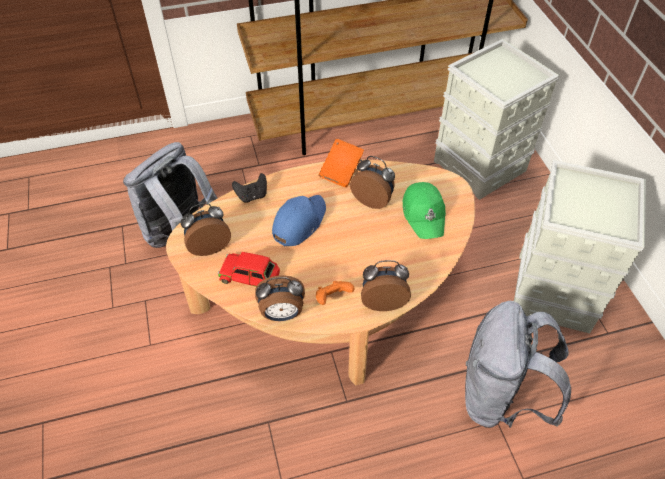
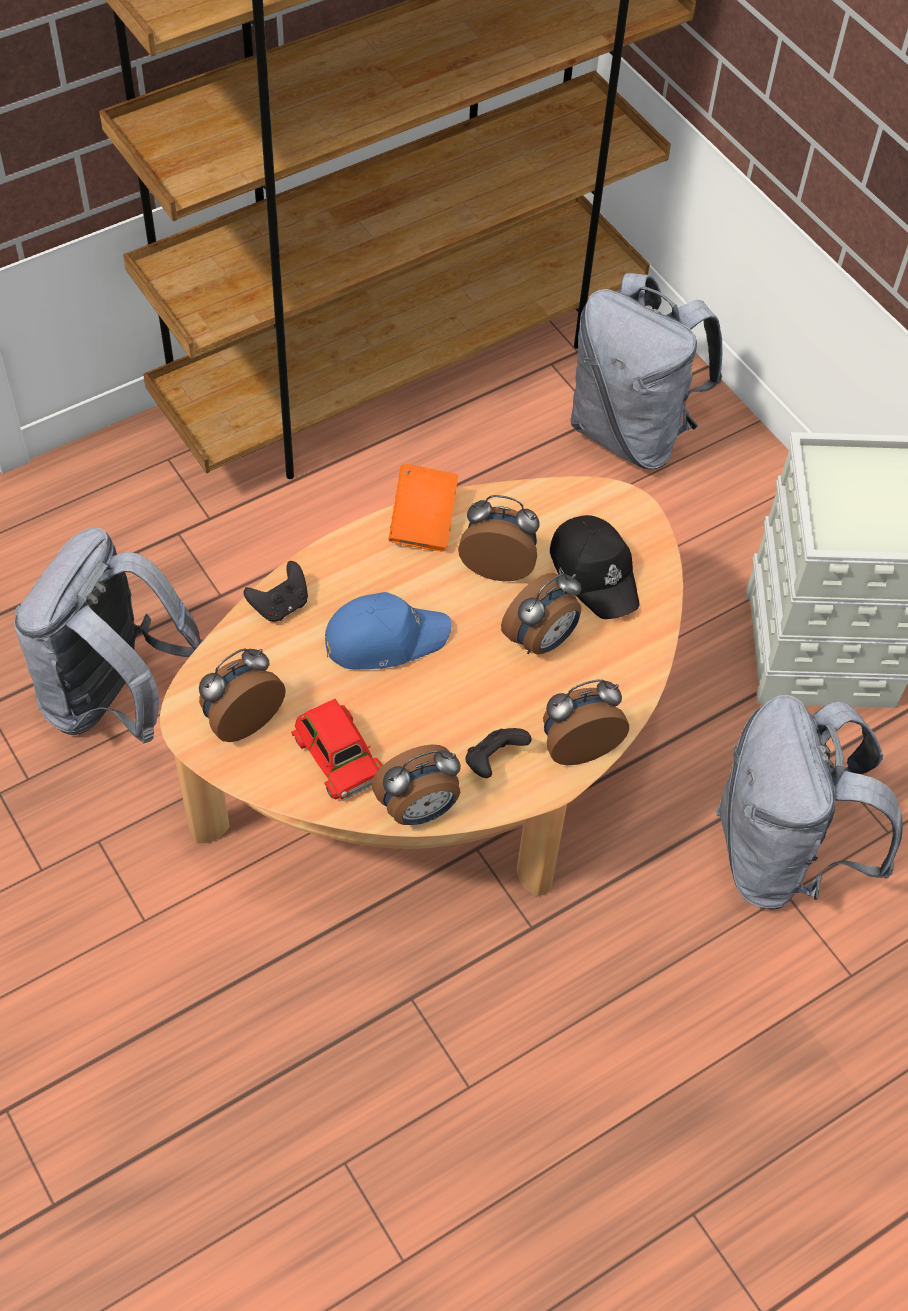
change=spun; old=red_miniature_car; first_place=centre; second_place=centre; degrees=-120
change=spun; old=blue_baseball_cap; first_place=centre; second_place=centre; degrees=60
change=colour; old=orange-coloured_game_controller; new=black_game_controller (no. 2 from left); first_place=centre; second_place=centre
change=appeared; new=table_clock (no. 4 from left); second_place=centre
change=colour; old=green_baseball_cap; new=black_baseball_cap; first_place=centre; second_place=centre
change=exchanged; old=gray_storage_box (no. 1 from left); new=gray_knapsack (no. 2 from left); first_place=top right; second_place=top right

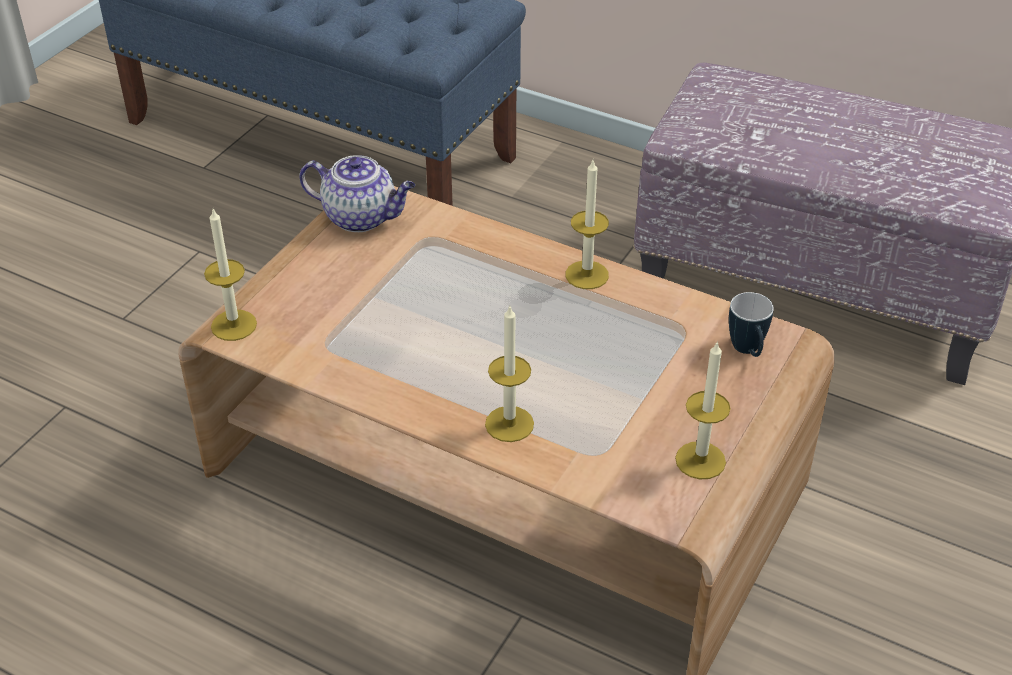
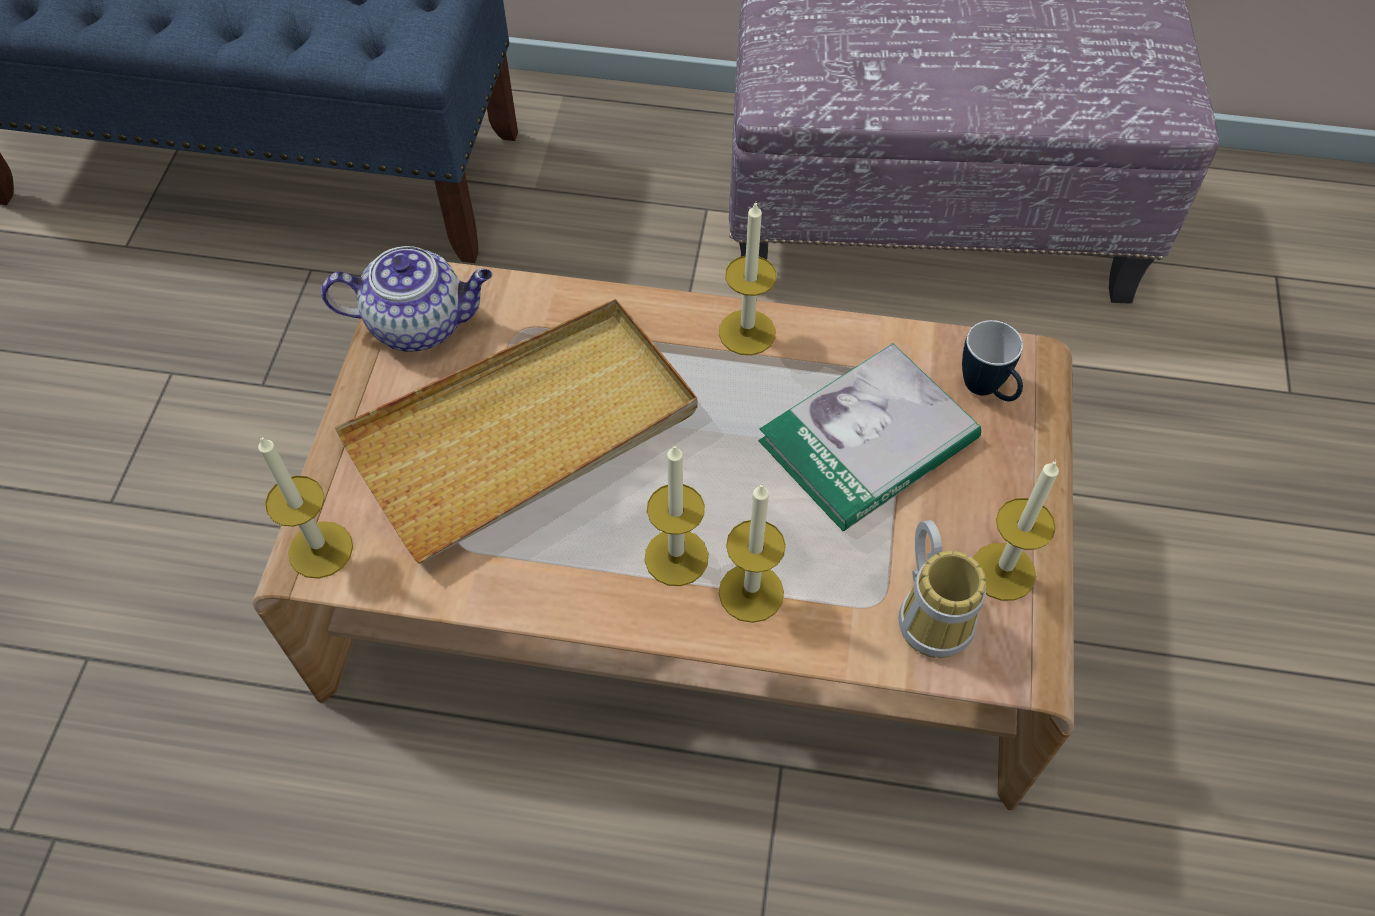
change=appeared; new=beige_serving_tray; second_place=centre
change=appeared; new=wax_candle (no. 2 from left); second_place=centre
change=appeared; new=volume; second_place=centre
change=appeared; new=mug (no. 1 from left); second_place=middle right

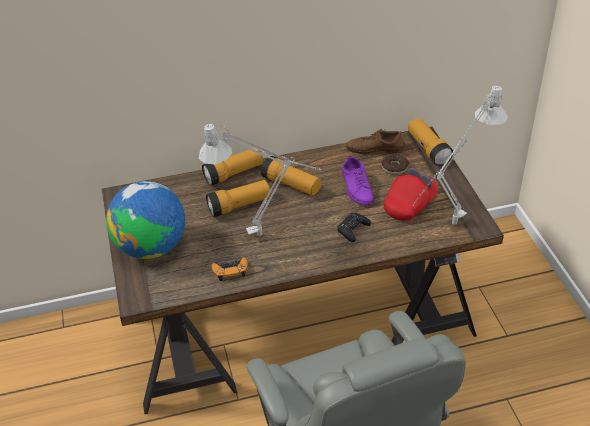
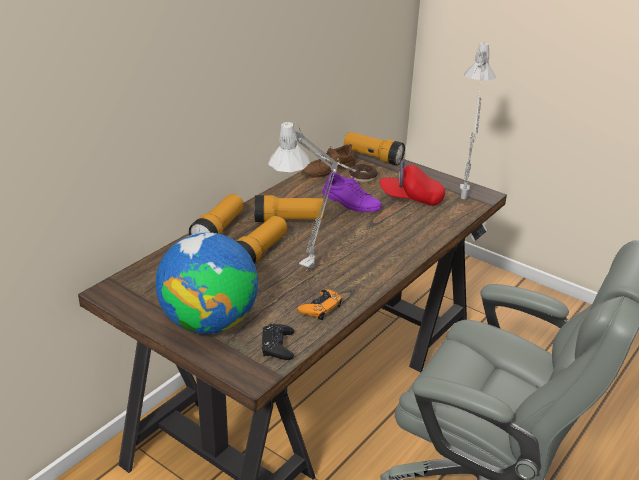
change=relocated; old=black_game_controller; first_place=centre; second_place=bottom centre
change=spun; old=red_baseball_cap; first_place=middle right; second_place=centre; degrees=-90

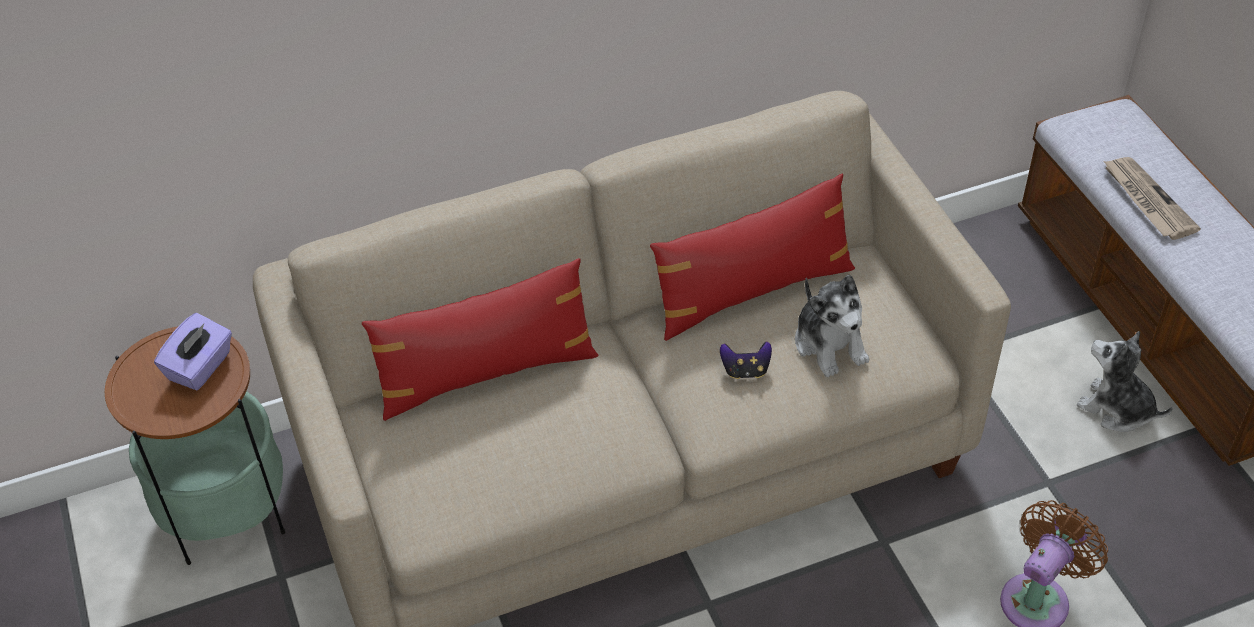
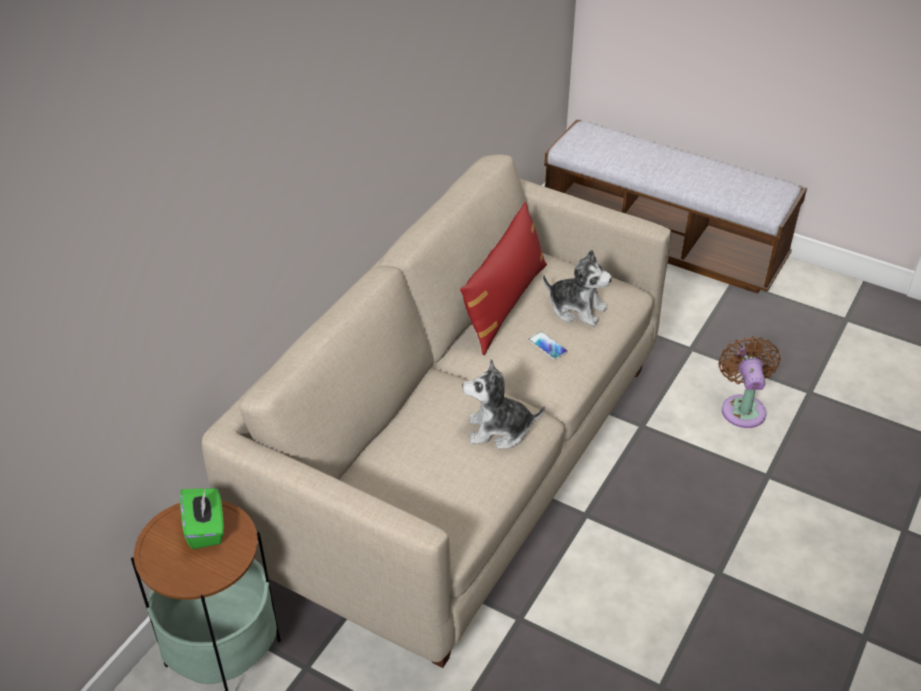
change=colour; old=purplish_tissue_holder; new=green_tissue_holder; first_place=middle left; second_place=bottom left
change=relocated; old=cuddly_toy (no. 2 from left in the first image); new=cuddly_toy (no. 1 from left); first_place=middle right; second_place=centre
change=exchanged; old=game_controller; new=handset; first_place=centre; second_place=centre
change=missing; old=red_throw_pillow (no. 1 from left); first_place=centre
change=missing; old=printed_paper; first_place=top right

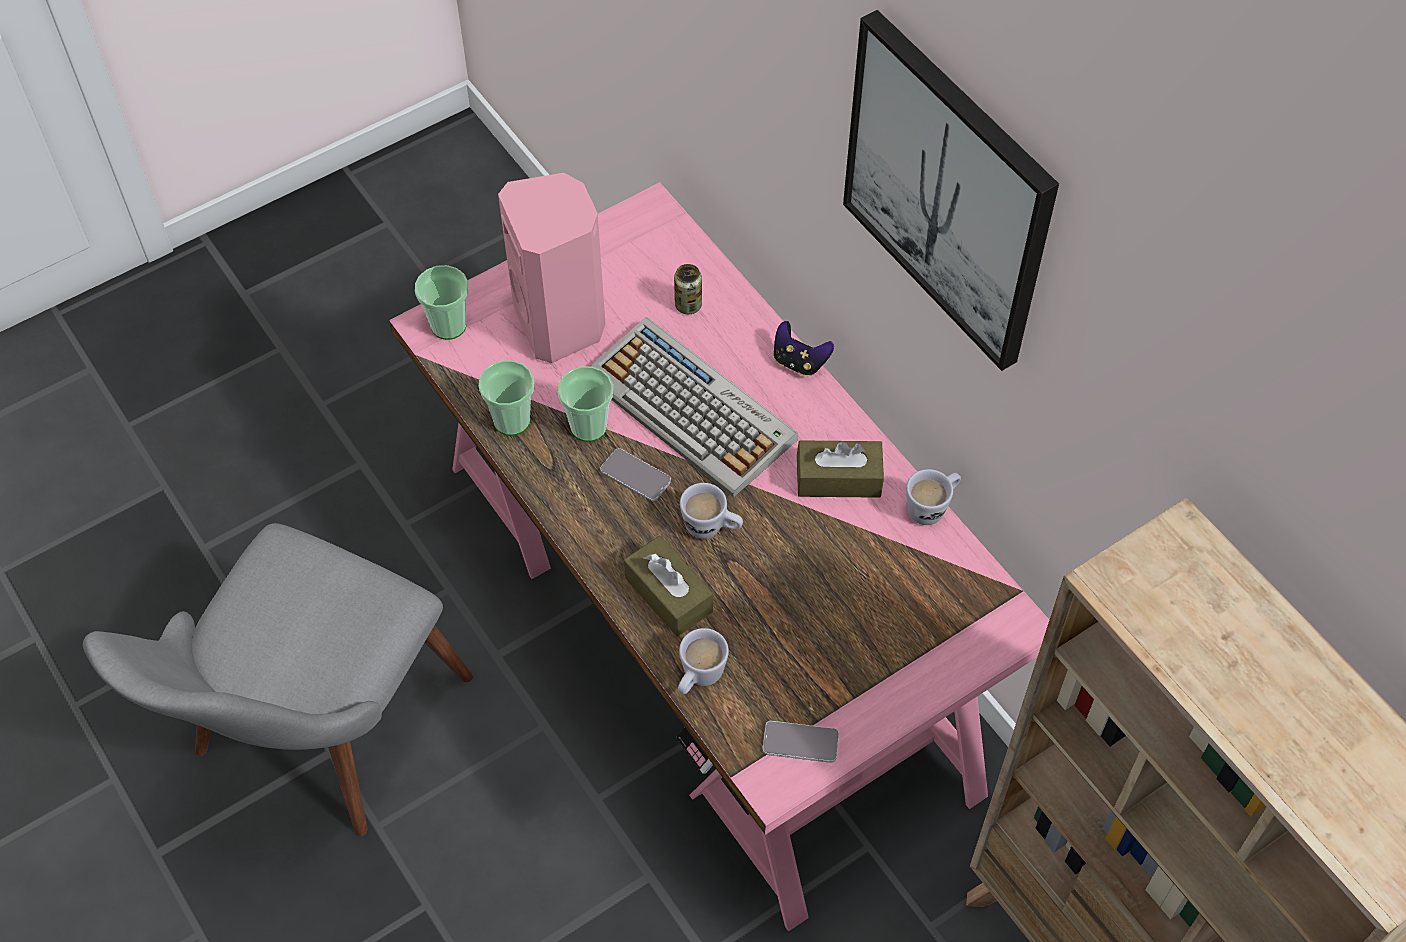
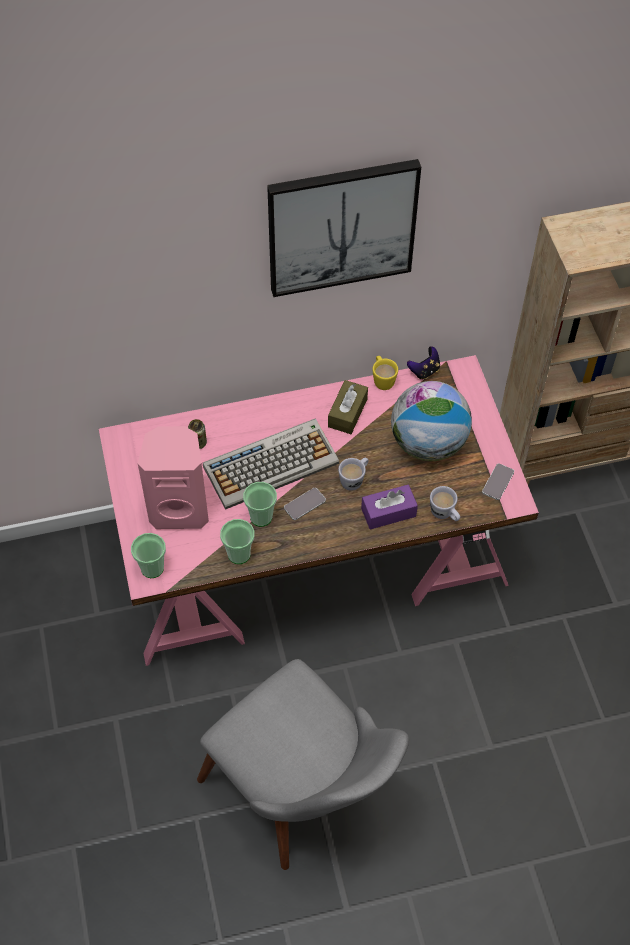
change=colour; old=brown_tissue_holder (no. 1 from left); new=purplish_tissue_holder; first_place=centre; second_place=centre
change=colour; old=white-coloured_mug (no. 3 from left); new=yellow_mug; first_place=centre; second_place=centre
change=appeared; new=desk_globe; second_place=middle right
change=relocated; old=game_controller; first_place=centre; second_place=middle right

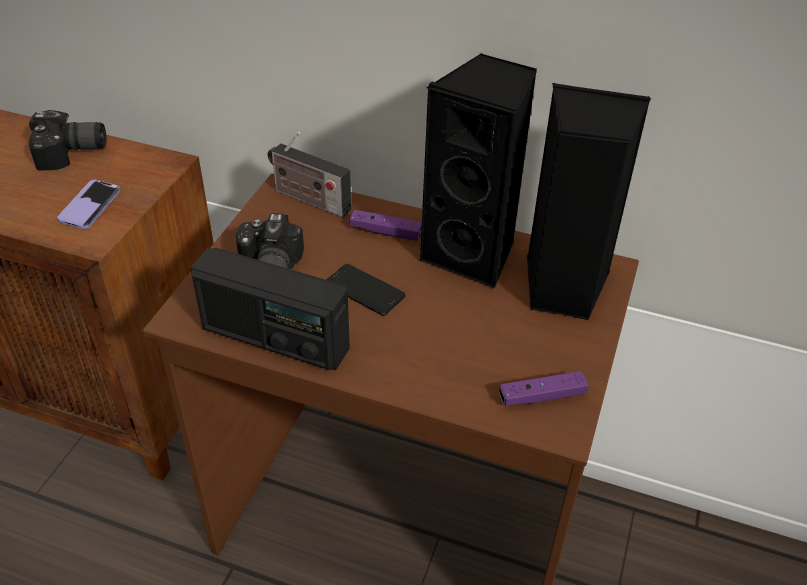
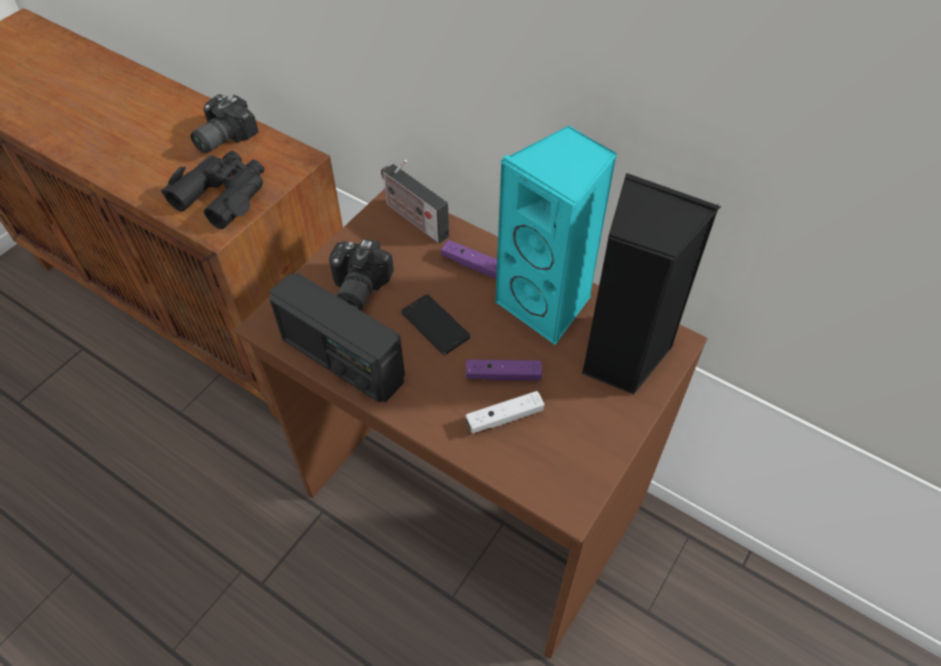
change=exchanged; old=handset (no. 1 from left); new=black_pair_of_binoculars; first_place=middle left; second_place=top left
change=spun; old=photo_camera (no. 1 from left); first_place=top left; second_place=top left; degrees=120
change=relocated; old=purplish_game_controller (no. 2 from left); first_place=middle right; second_place=centre
change=appeared; new=white-coloured_game_controller; second_place=centre
change=colour; old=black_speaker (no. 1 from left); new=blue-green_speaker; first_place=top centre; second_place=centre

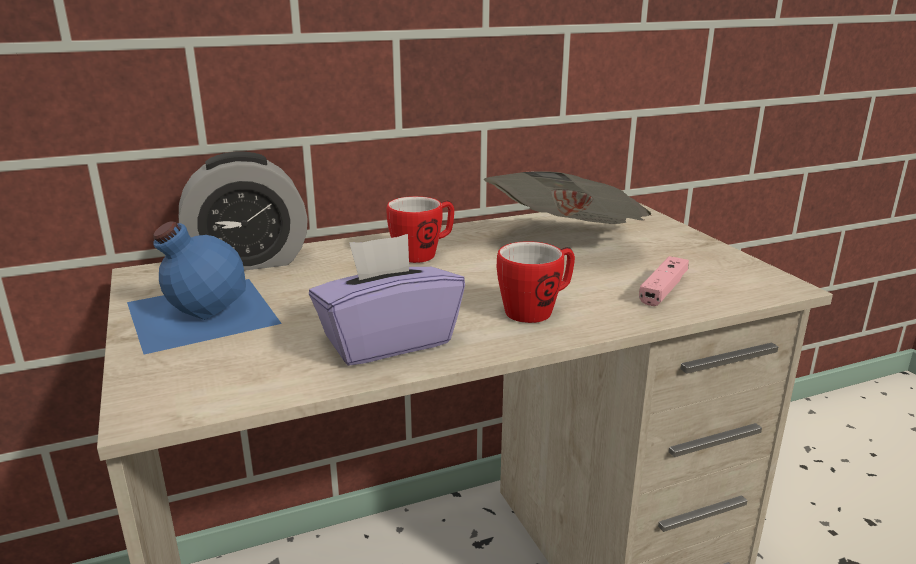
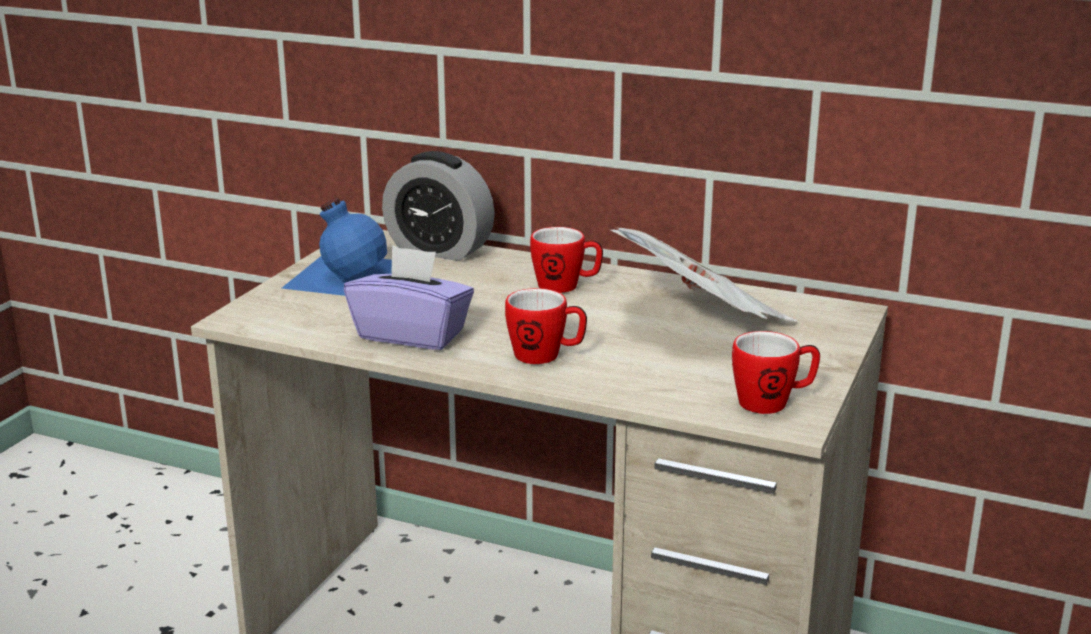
change=appeared; new=mug (no. 3 from left); second_place=middle right
change=missing; old=pink_game_controller; first_place=middle right

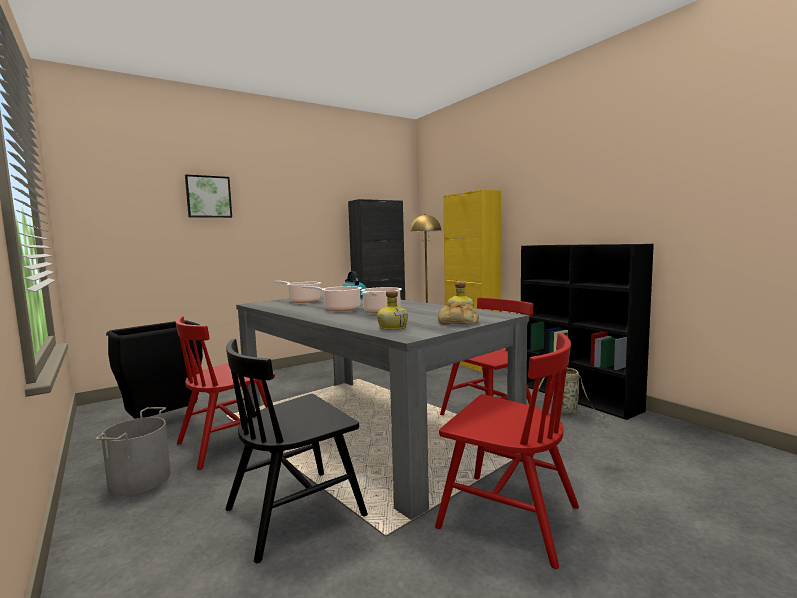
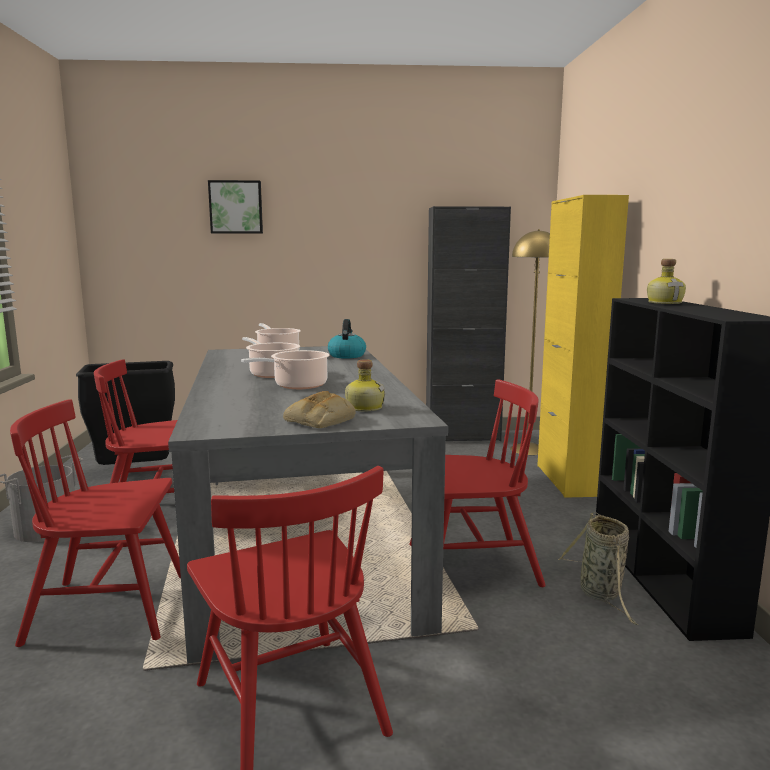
change=colour; old=black_upright_chair; new=red_upright_chair (no. 1 from left); first_place=bottom centre; second_place=bottom left
change=relocated; old=drink_bottle (no. 1 from left in the first image); new=drink_bottle (no. 2 from left); first_place=centre; second_place=middle right

